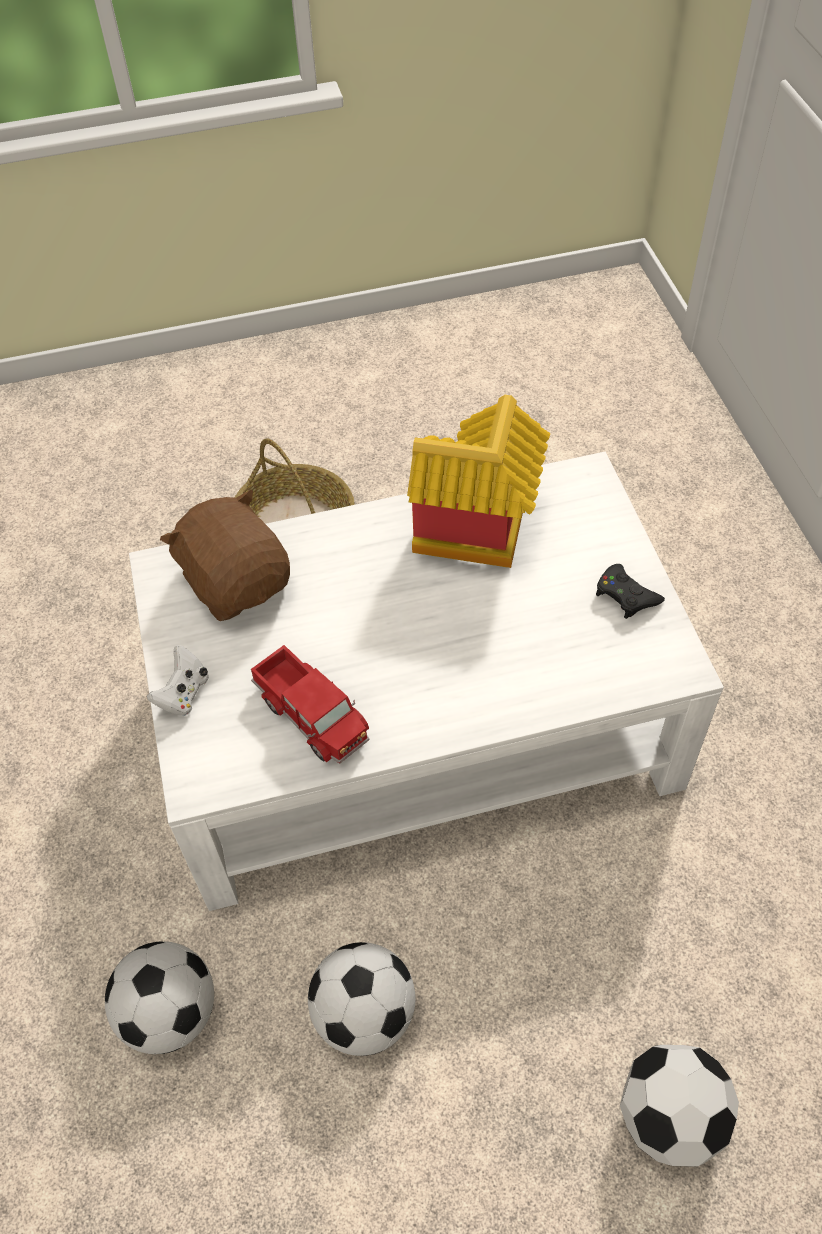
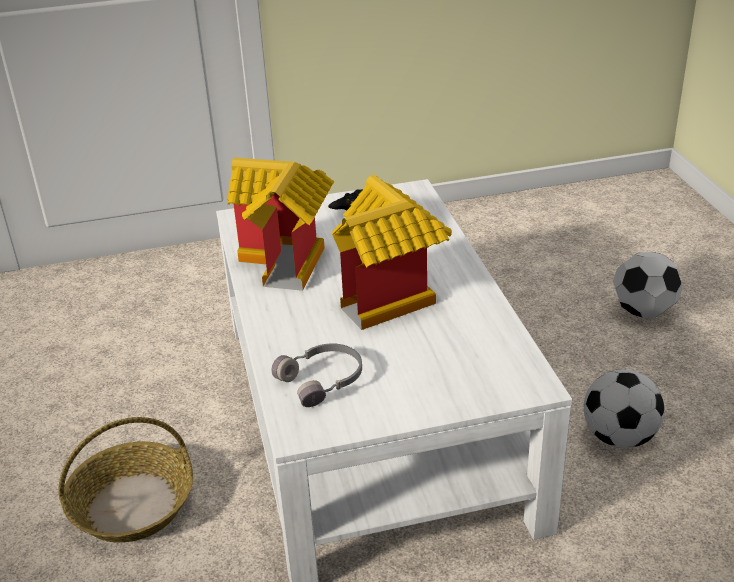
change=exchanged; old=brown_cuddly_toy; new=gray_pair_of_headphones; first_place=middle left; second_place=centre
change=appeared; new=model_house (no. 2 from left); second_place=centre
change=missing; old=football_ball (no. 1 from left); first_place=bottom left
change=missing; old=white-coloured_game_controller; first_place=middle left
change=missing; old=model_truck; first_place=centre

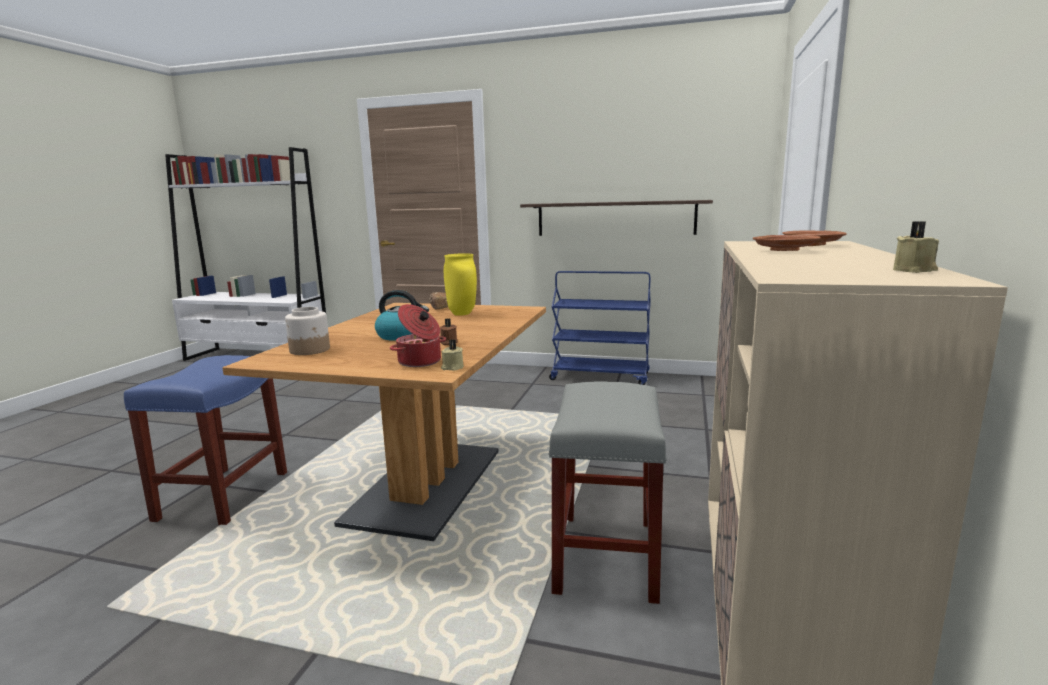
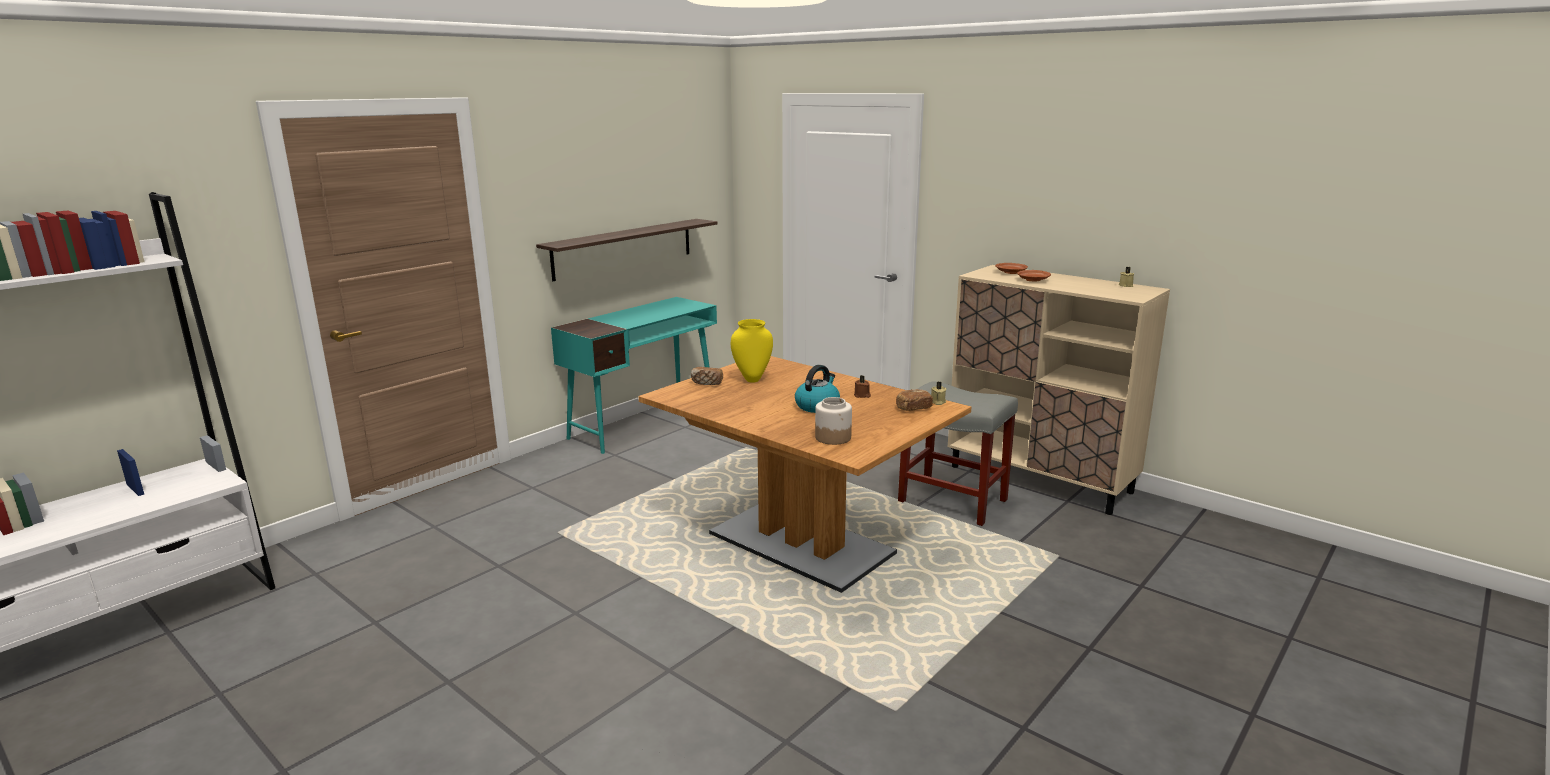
change=exchanged; old=blue_trolley; new=blue-green_desk_unit; first_place=centre; second_place=centre
change=exchanged; old=stockpot; new=bakery_bread (no. 2 from left); first_place=centre; second_place=centre
change=missing; old=blue_sitting_stool; first_place=middle left

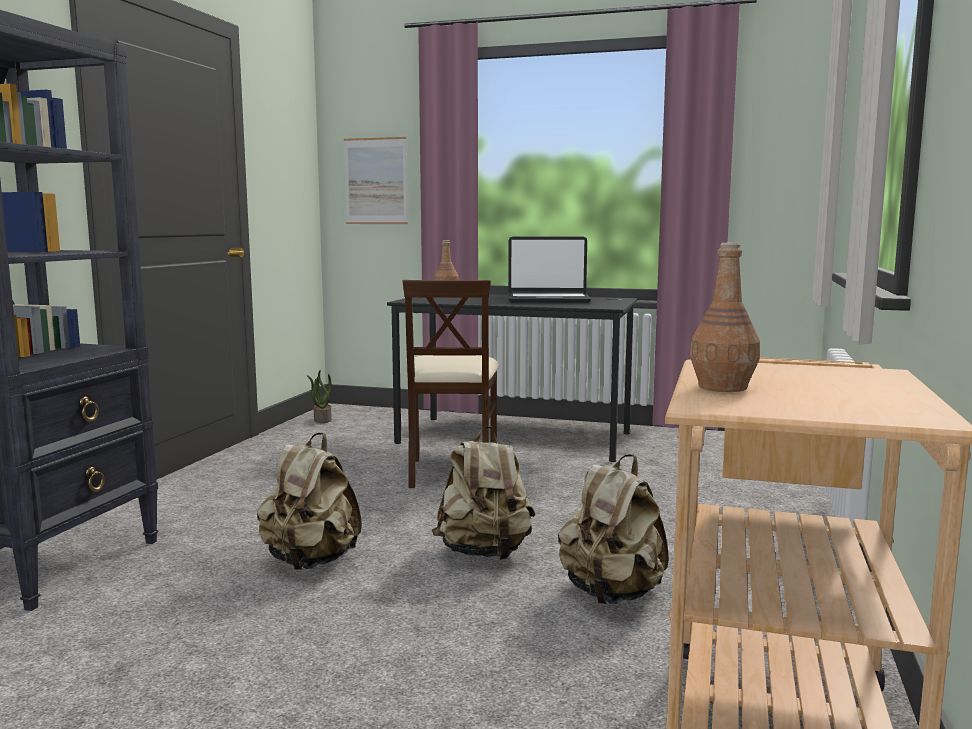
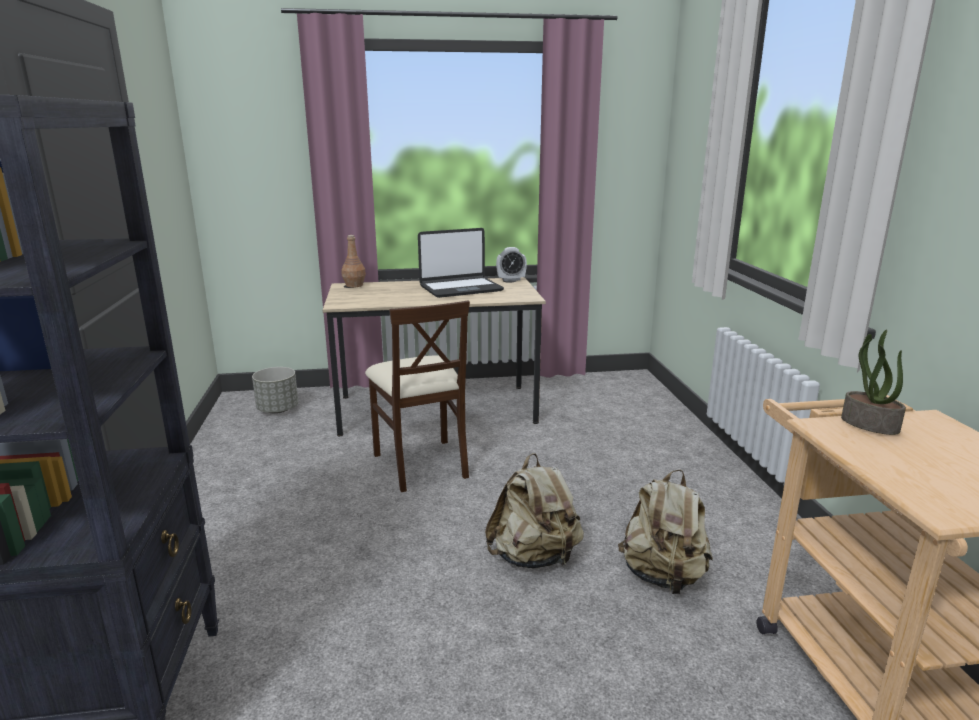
change=appeared; new=gray_flower_pot; second_place=middle left
change=colour; old=black_desk_unit; new=beige_desk_unit; first_place=centre; second_place=centre
change=appeared; new=table_clock; second_place=centre
change=relocated; old=plant_in_a_pot; first_place=middle left; second_place=middle right
change=missing; old=beige_knapsack (no. 1 from left); first_place=bottom left
change=missing; old=wall_art; first_place=top centre
change=missing; old=brown_drink_bottle (no. 2 from left); first_place=middle right

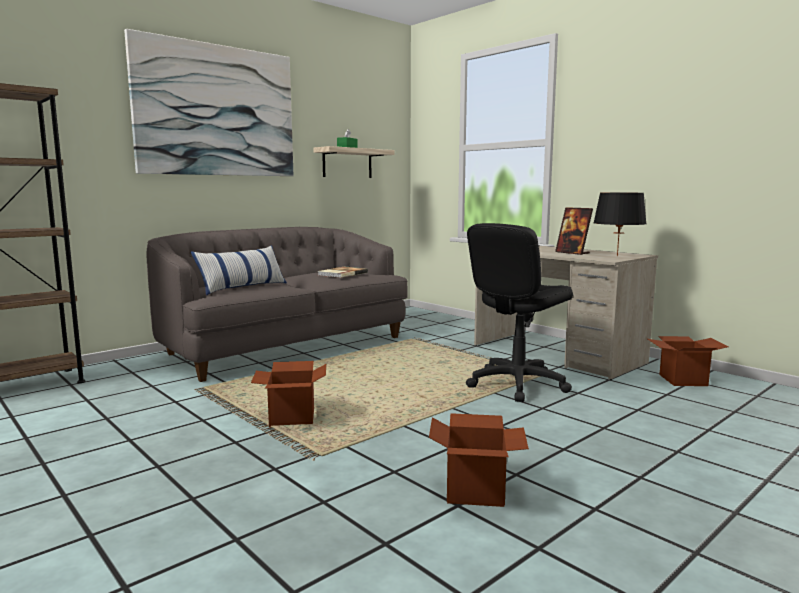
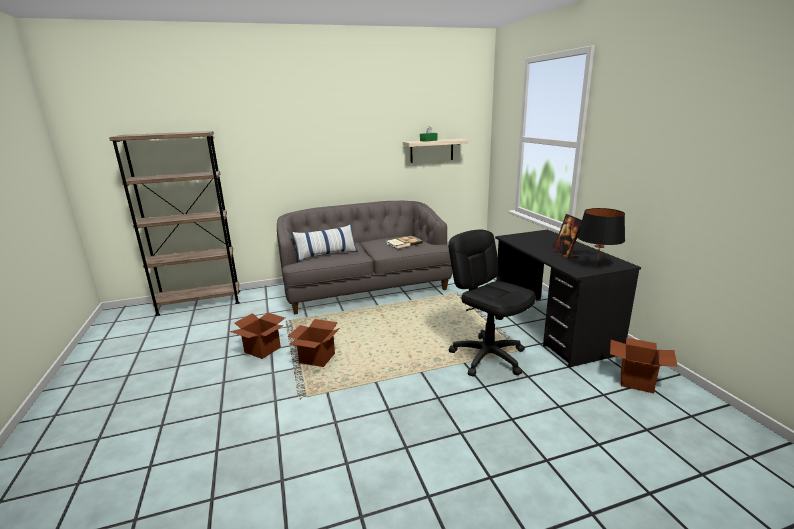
change=relocated; old=carton (no. 2 from left in the first image); new=carton (no. 1 from left); first_place=bottom centre; second_place=middle left
change=spun; old=black_computer_chair; first_place=centre; second_place=centre; degrees=75
change=colour; old=beige_desk_unit; new=black_desk_unit; first_place=middle right; second_place=middle right
change=missing; old=wall_art; first_place=top left

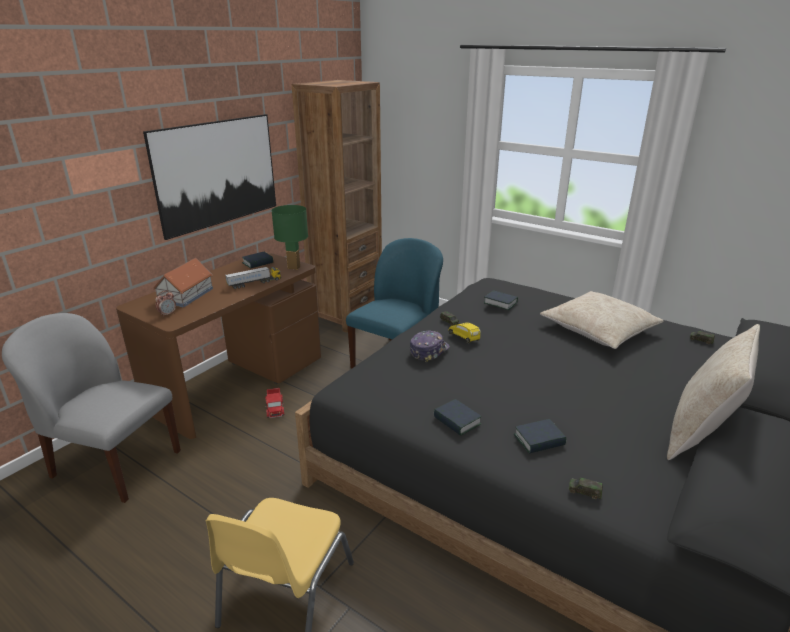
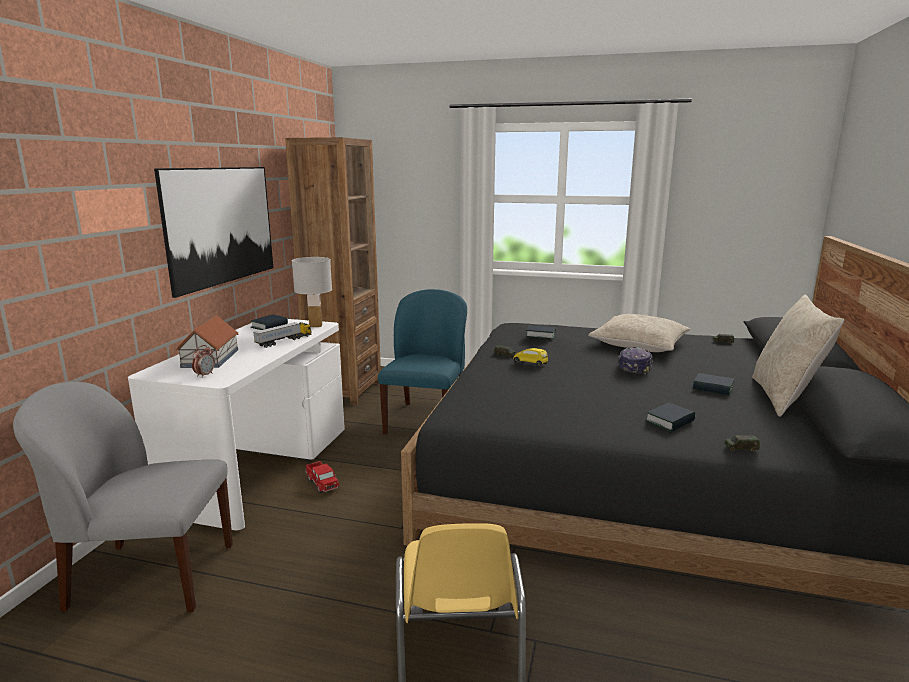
change=colour; old=brown_desk_unit; new=white-coloured_desk_unit; first_place=middle left; second_place=middle left
change=colour; old=green_table_lamp; new=white-coloured_table_lamp; first_place=centre; second_place=centre
change=relocated; old=baseball_cap; first_place=centre; second_place=middle right
change=relocated; old=volume (no. 2 from left in the first image); new=volume (no. 4 from left); first_place=centre; second_place=middle right

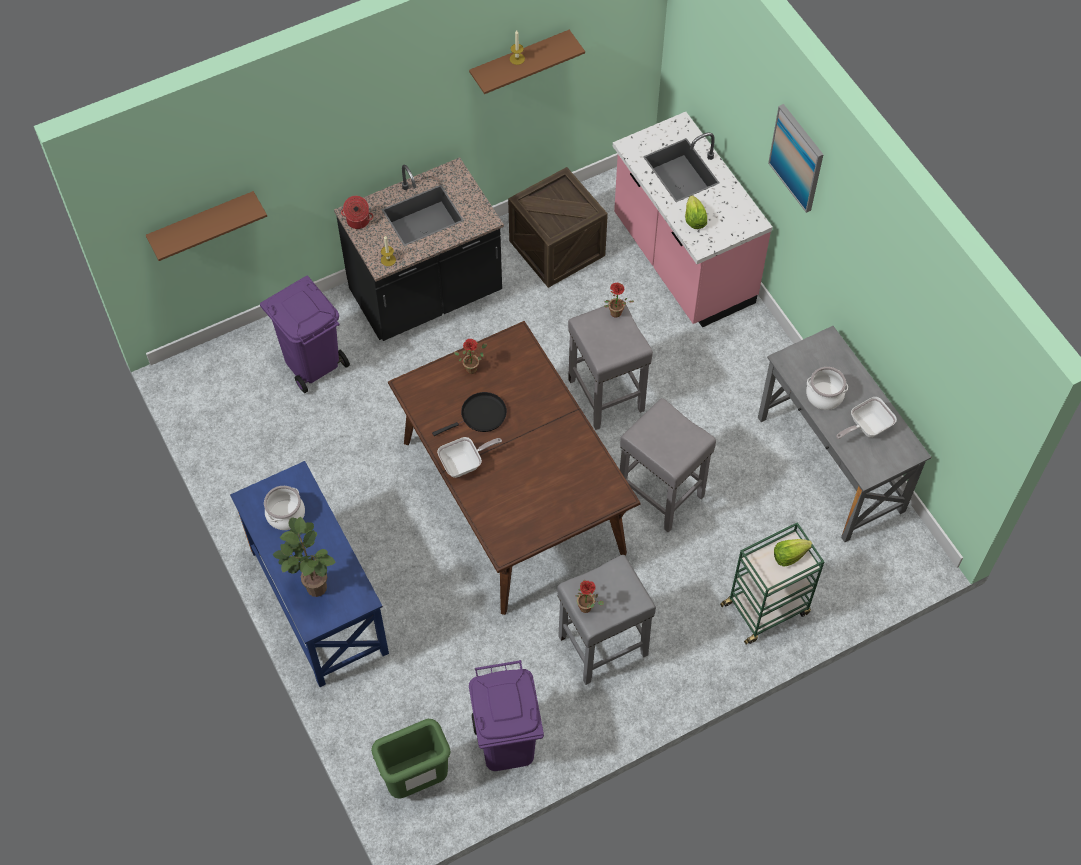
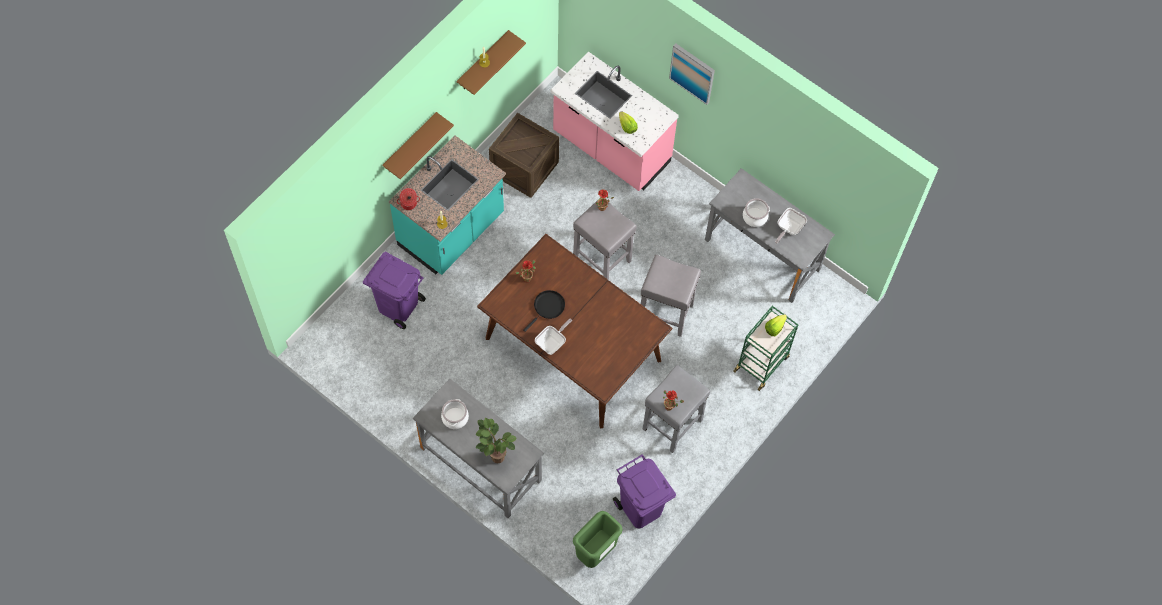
change=relocated; old=brown_shelf (no. 1 from left); first_place=top left; second_place=top centre
change=colour; old=black_kitchen_counter; new=blue-green_kitchen_counter; first_place=top centre; second_place=centre
change=colour; old=blue_desk_unit; new=gray_desk_unit (no. 1 from left); first_place=middle left; second_place=bottom centre

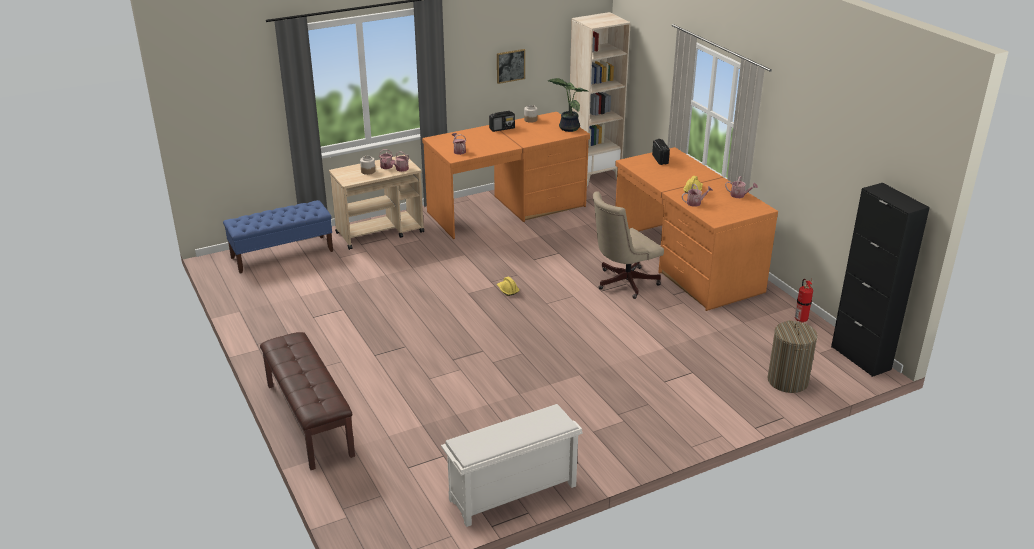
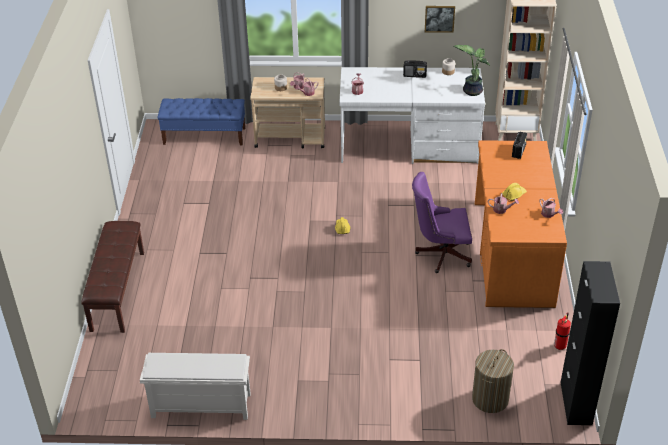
change=colour; old=orange-coloured_desk_unit (no. 1 from left); new=white-coloured_desk_unit; first_place=top centre; second_place=top centre
change=colour; old=beige_computer_chair; new=purplish_computer_chair; first_place=centre; second_place=centre

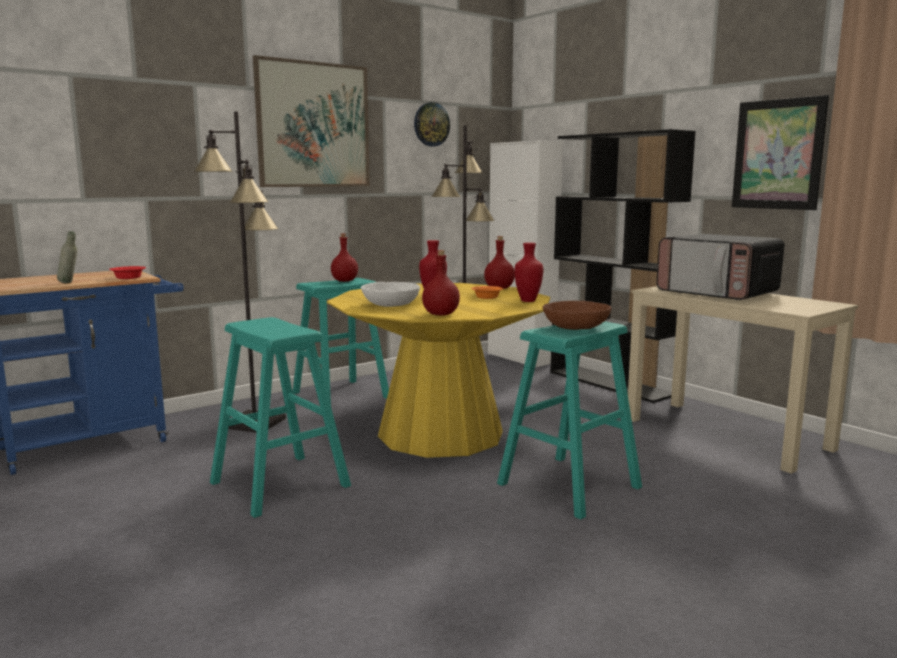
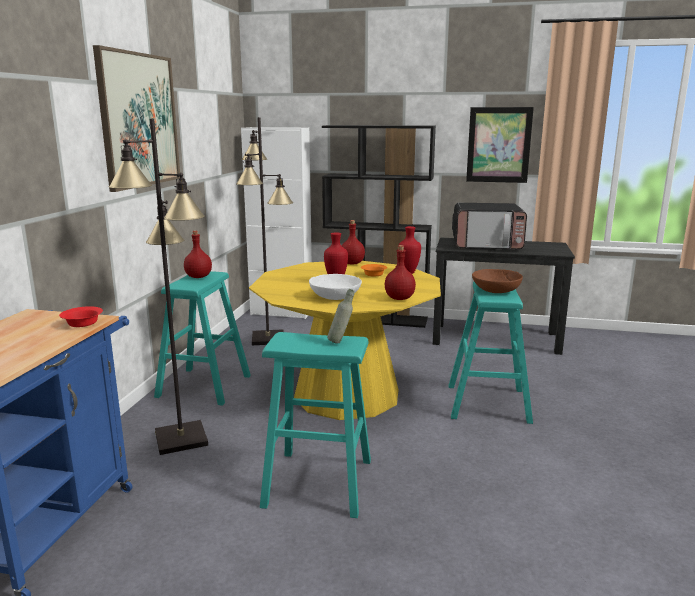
change=relocated; old=gray_drink_bottle; first_place=middle left; second_place=centre
change=colour; old=beige_desk_unit; new=black_desk_unit; first_place=middle right; second_place=middle right
change=missing; old=wall_clock; first_place=top centre

